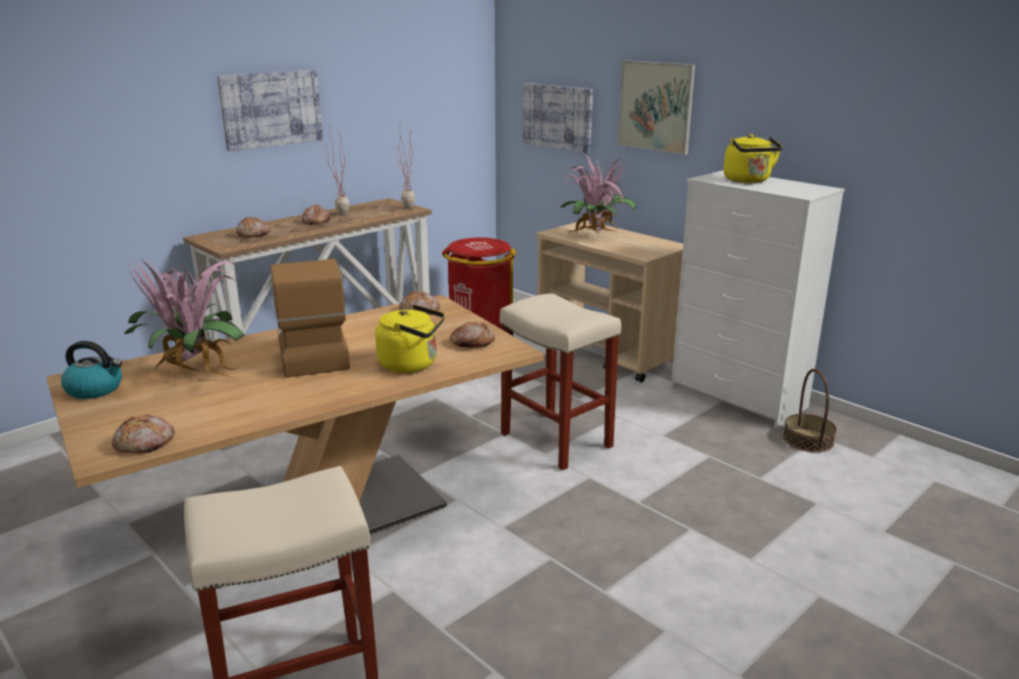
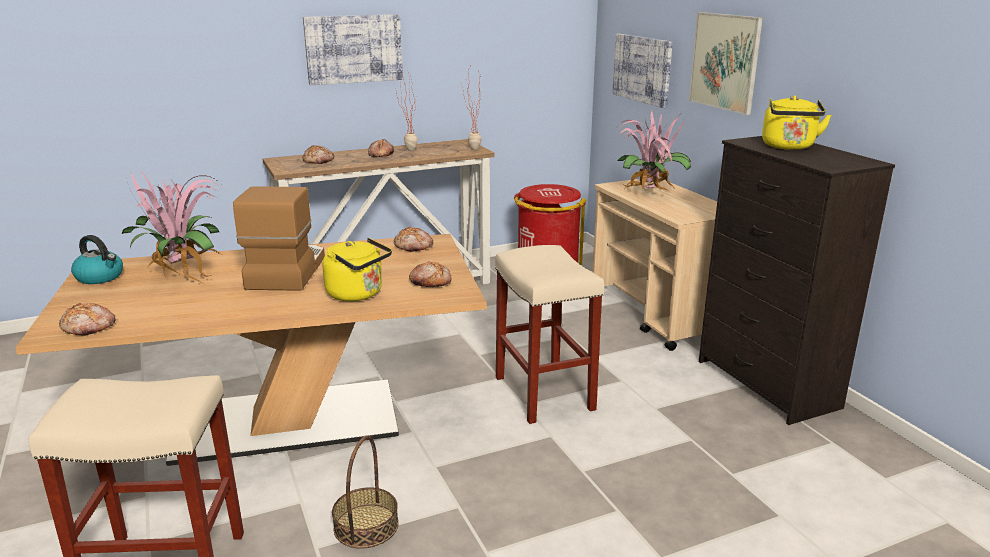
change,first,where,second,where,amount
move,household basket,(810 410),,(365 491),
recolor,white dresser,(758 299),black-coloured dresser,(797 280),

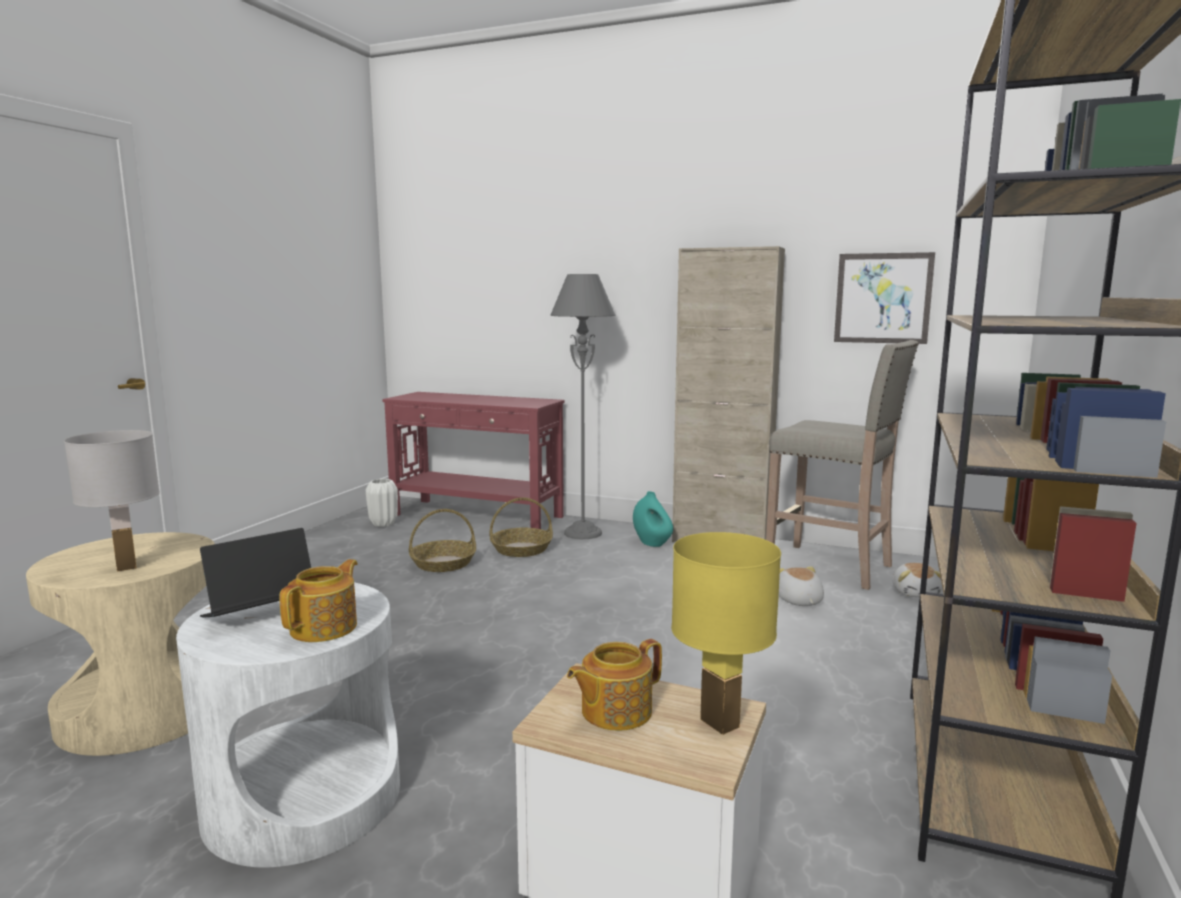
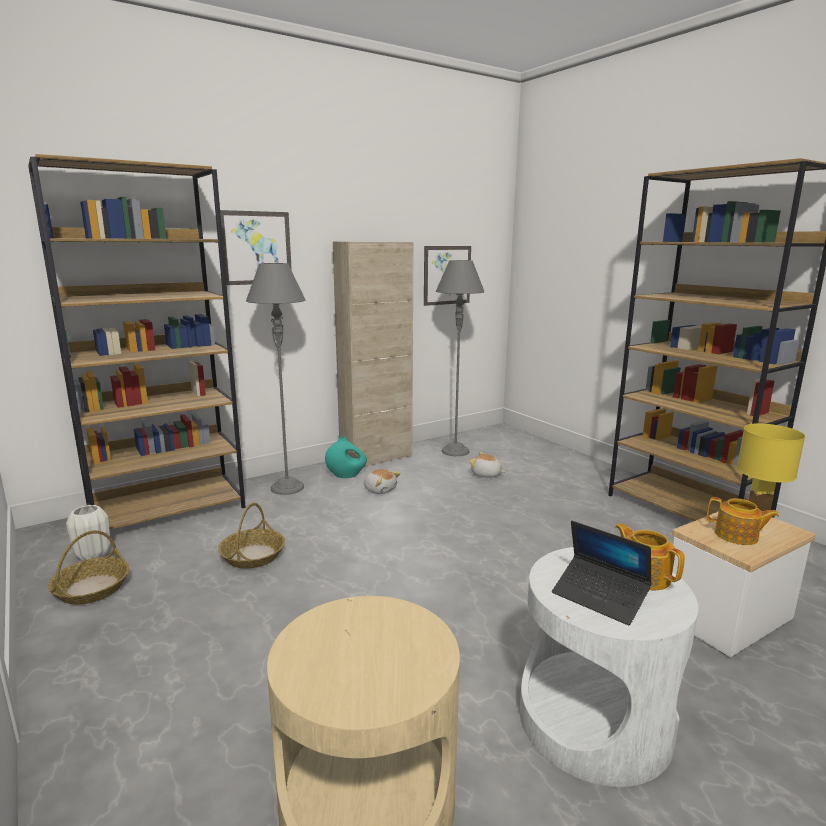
change,first,where,second,where,amount
delete,white lamp for a table,(112 501),,,
insert,,,picture,(256 247),
move,household basket,(521 527),,(88 567),
move,plush toy,(917 580),,(382 481),
replace,red-coloured console table,(473 460),brown-coloured shelving unit,(137 342),
replace,sand-coloured stool,(842 465),greyish standing lamp,(460 358),
rotate,portable computer,(255 572),,(602 573),45 degrees counterclockwise
rotate,tea pot,(614 685),,(743 521),60 degrees counterclockwise

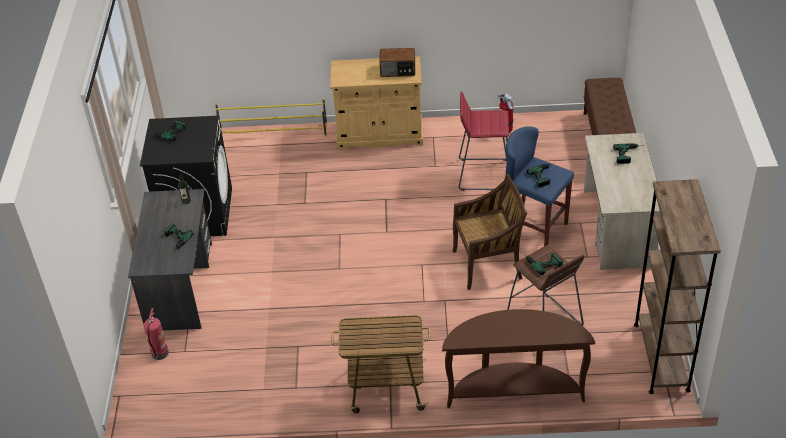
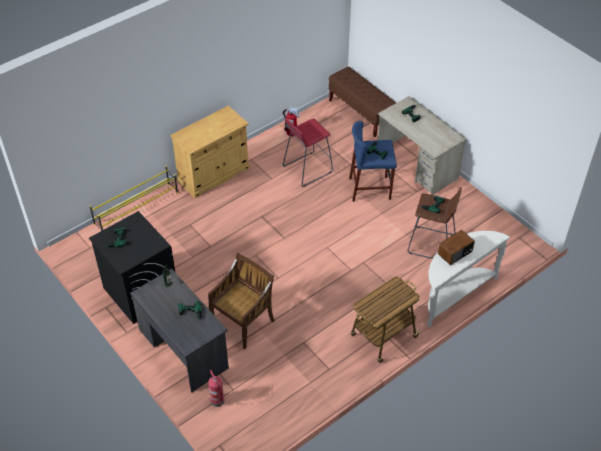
change,first,where,second,where,amount
delete,brown-coloured shelving unit,(677 286),,,
move,radio receiver,(397 62),,(456 247),
move,brown-coloured chair,(490 232),,(241 301),
recolor,brown-coloured console table,(518 358),white console table,(468 279),

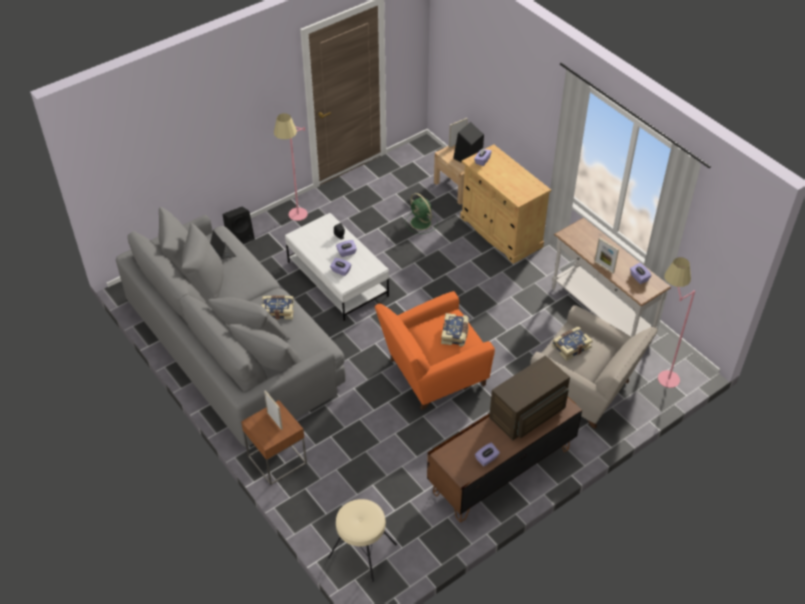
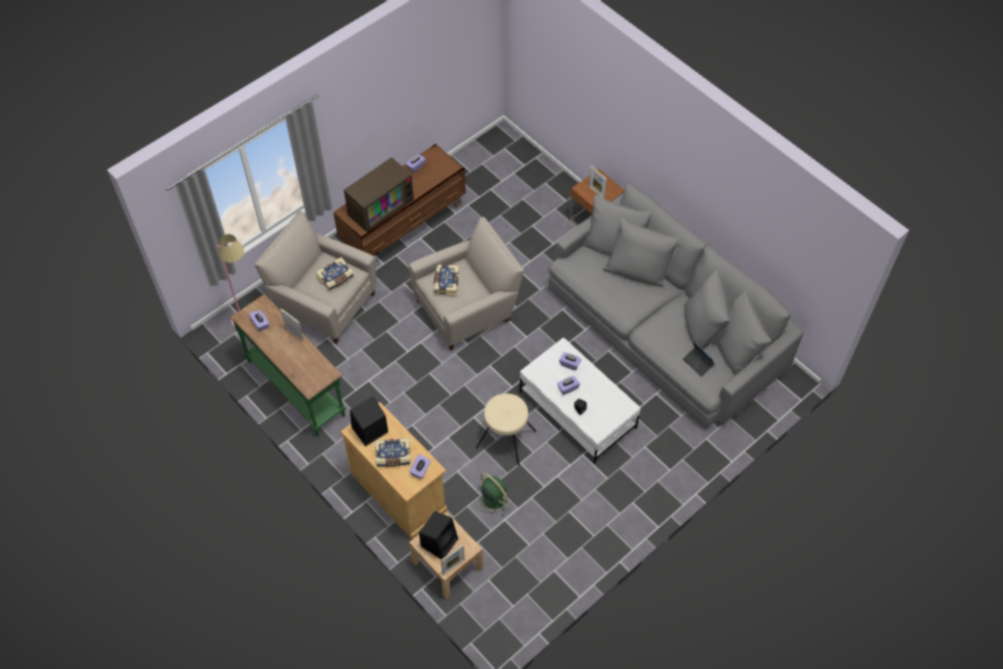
change,first,where,second,where,amount
delete,pink-coloured standing lamp,(291 167),,,
move,black-coloured audio speaker,(239 225),,(369 421),
move,book,(277 307),,(393 452),
move,sand-coloured stool,(362 540),,(506 429),
recolor,orange armchair,(435 350),sand-coloured armchair,(466 284),
recolor,white console table,(611 277),green console table,(288 365),

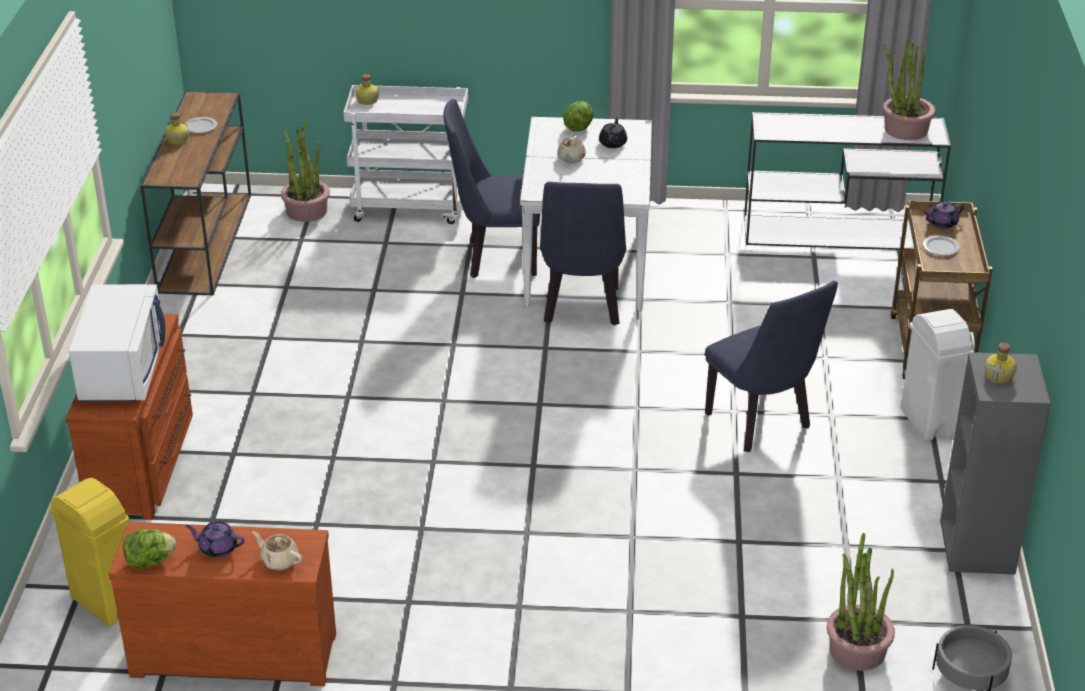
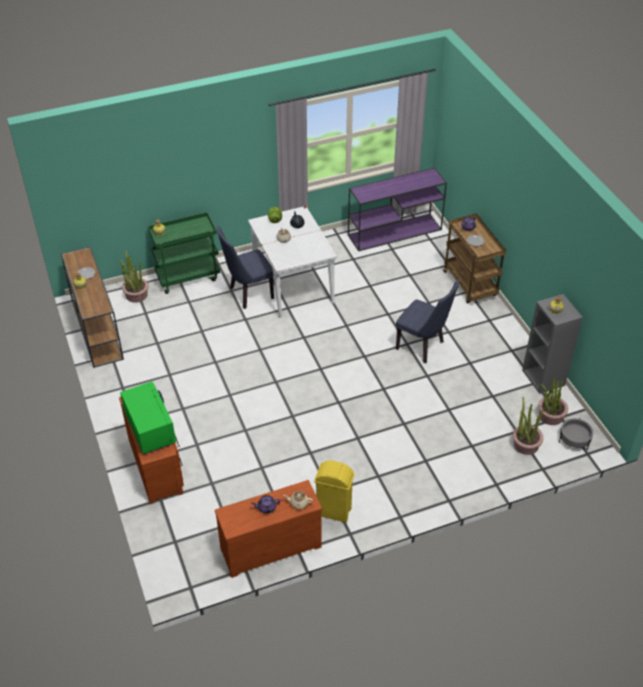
change,first,where,second,where,amount
delete,head of lettuce,(149 549),,,
delete,bluish chair,(583 253),,,
delete,white rubbish bin,(937 375),,,
move,yellow-coloured rubbish bin,(89 552),,(334 491),
move,potted plant,(909 90),,(553 400),
recolor,white microwave oven,(117 343),green microwave oven,(148 417),
recolor,white trolley,(405 154),green trolley,(184 253),
recolor,white console table,(847 181),purple-coloured console table,(397 209),

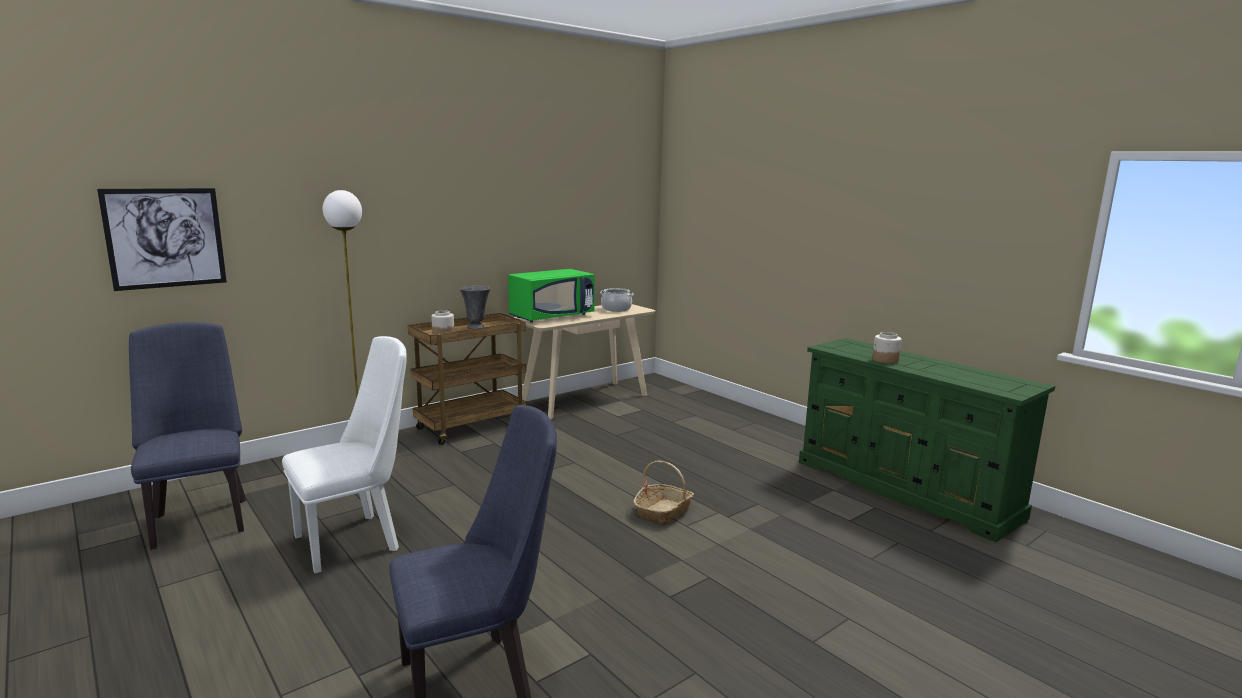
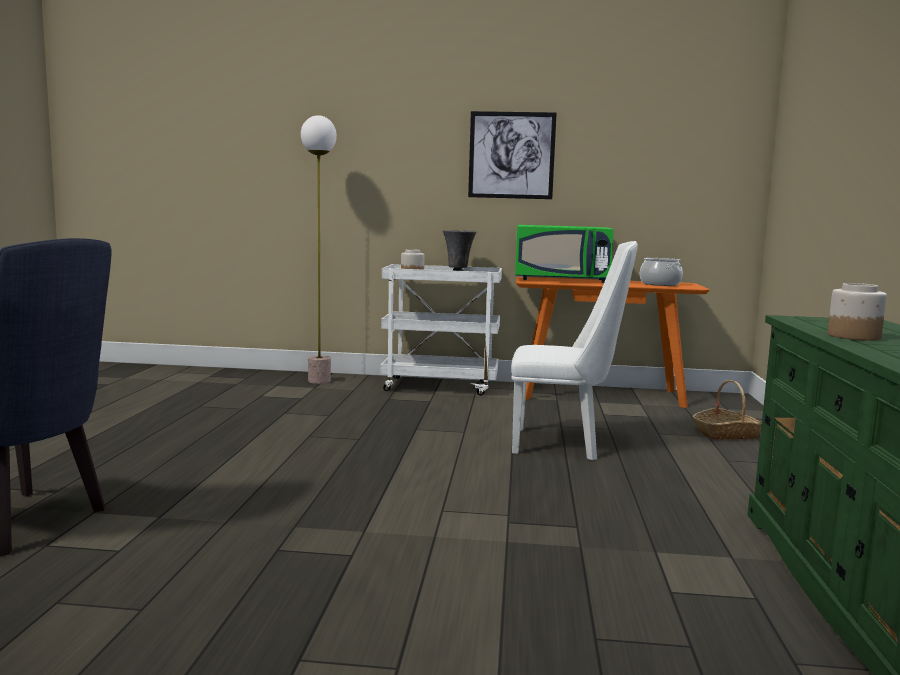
change,first,where,second,where,amount
delete,bluish chair,(187 436),,,
move,picture,(162 239),,(512 155),
move,white chair,(344 454),,(574 350),
move,household basket,(663 492),,(727 410),
recolor,brown-coloured trolley,(467 379),white trolley,(441 330),
recolor,sand-coloured console table,(584 361),orange console table,(613 342),

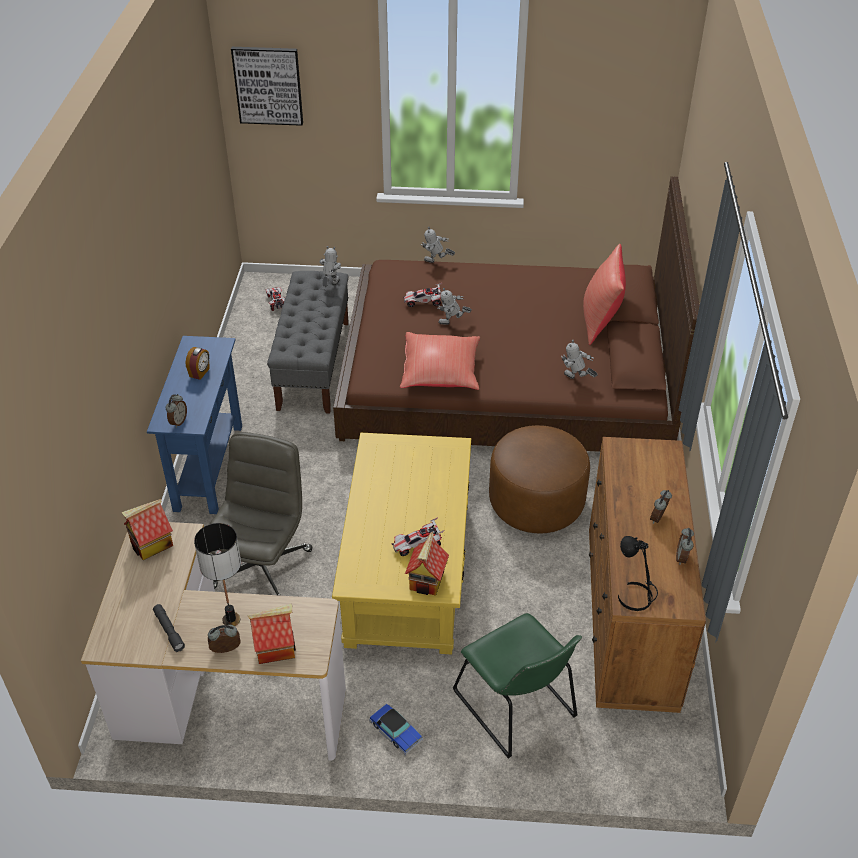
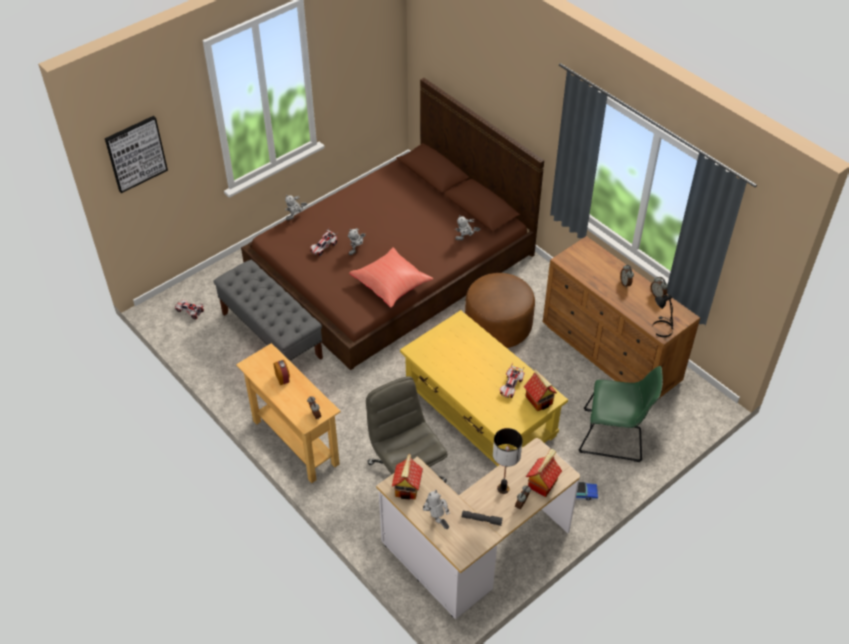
change,first,where,second,where,amount
delete,red-coloured pillow,(604 294),,,
move,model robot,(330 266),,(436 509),
recolor,bluish console table,(194 425),sand-coloured console table,(288 413),

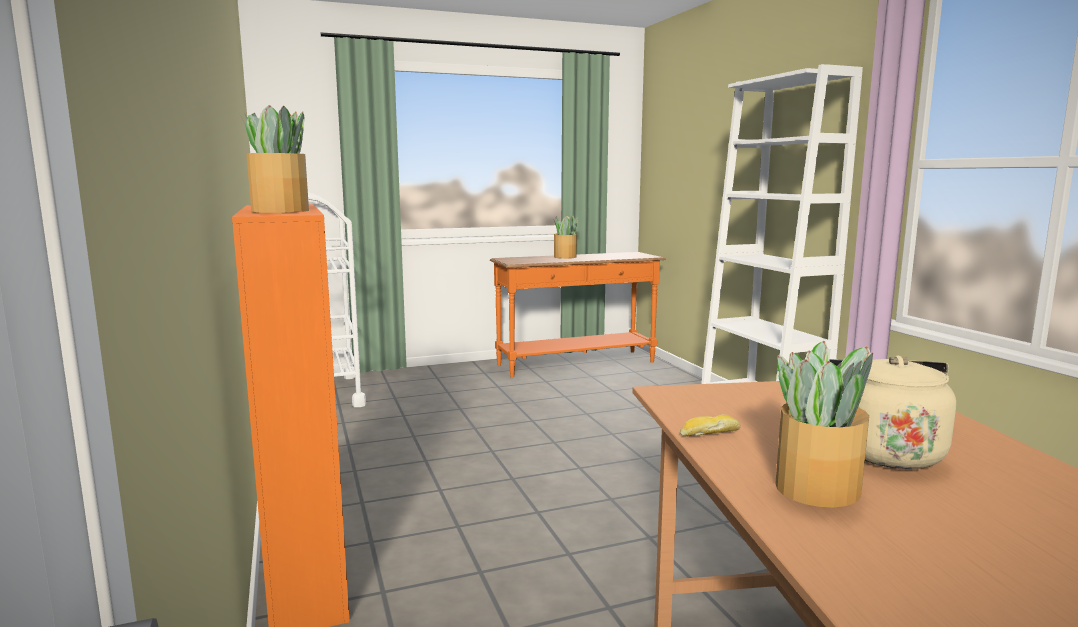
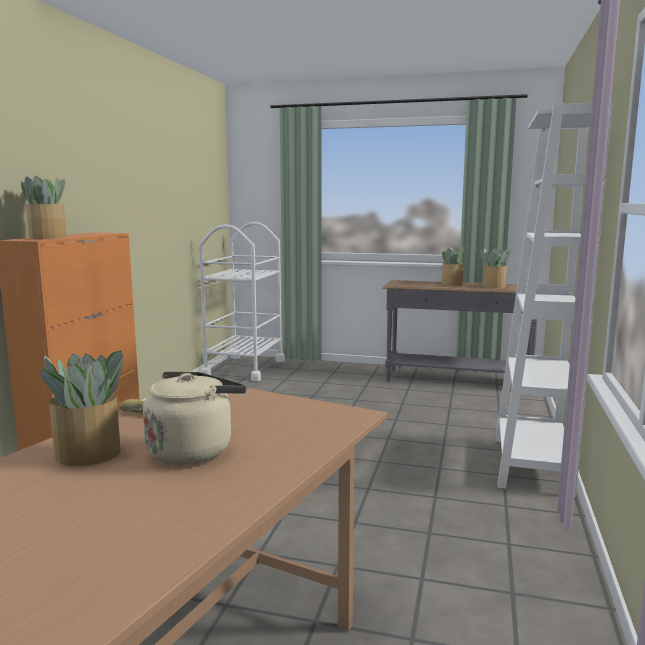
change,first,where,second,where,amount
insert,,,potted plant,(495 268),
recolor,orange console table,(578 315),greyish console table,(460 331),

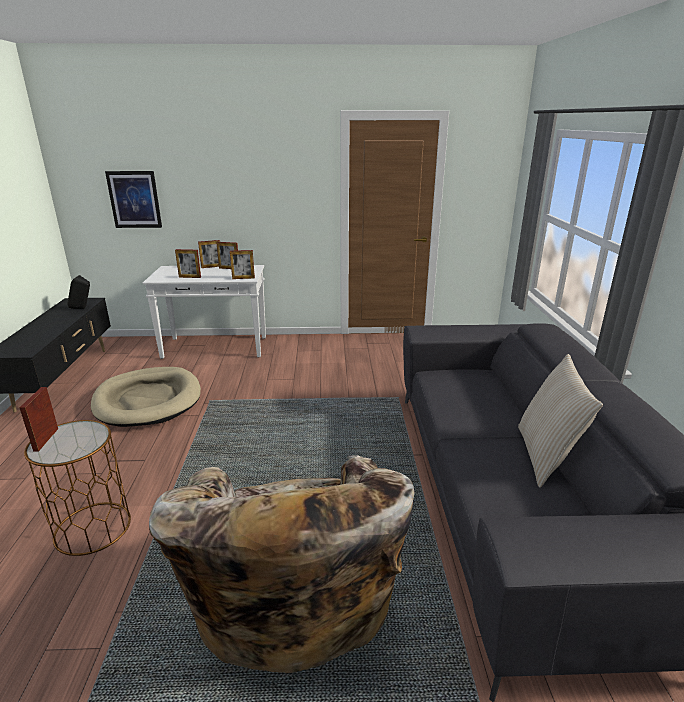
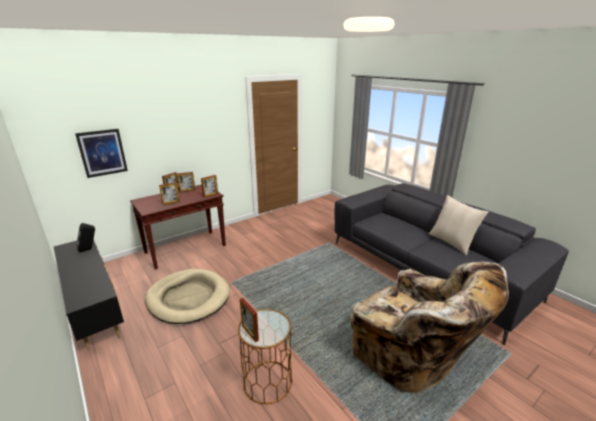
change,first,where,second,where,amount
recolor,white console table,(204 312),brown-coloured console table,(178 226),

